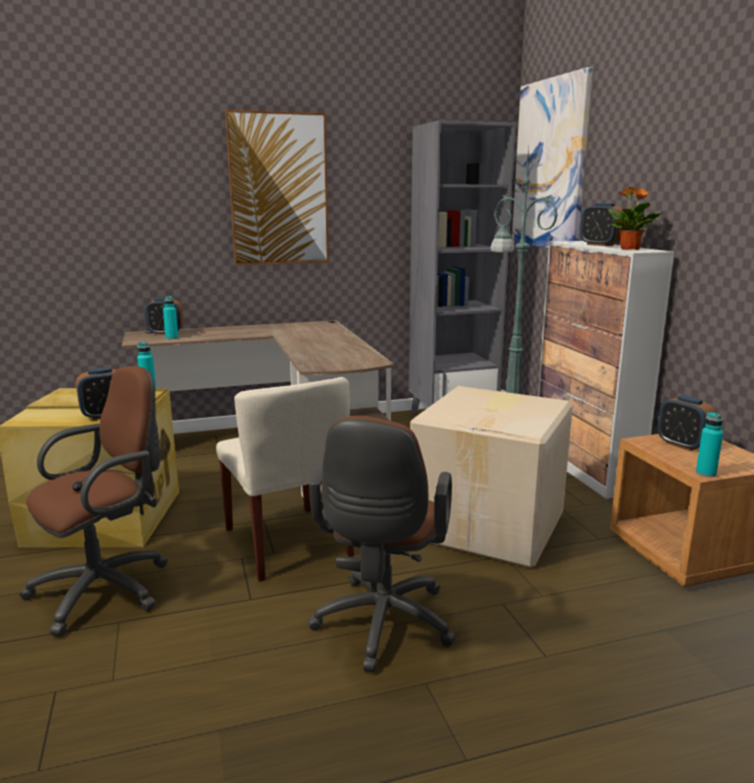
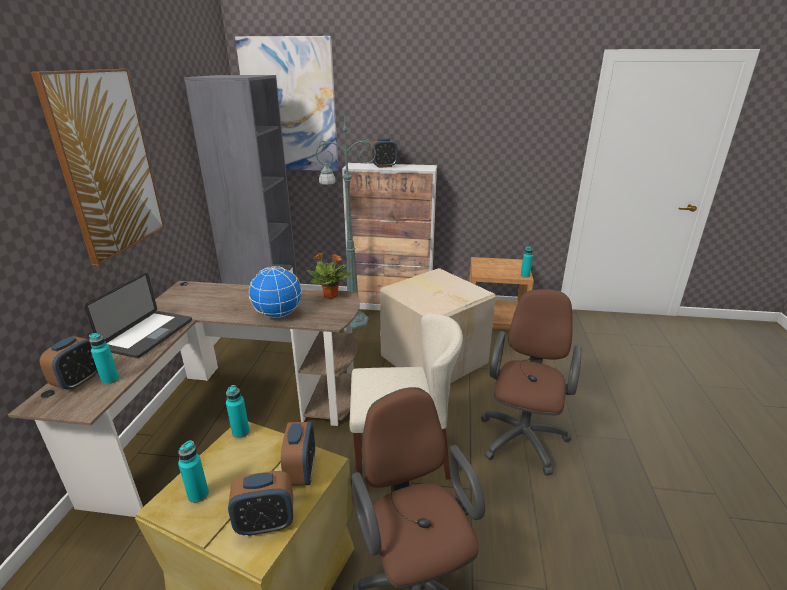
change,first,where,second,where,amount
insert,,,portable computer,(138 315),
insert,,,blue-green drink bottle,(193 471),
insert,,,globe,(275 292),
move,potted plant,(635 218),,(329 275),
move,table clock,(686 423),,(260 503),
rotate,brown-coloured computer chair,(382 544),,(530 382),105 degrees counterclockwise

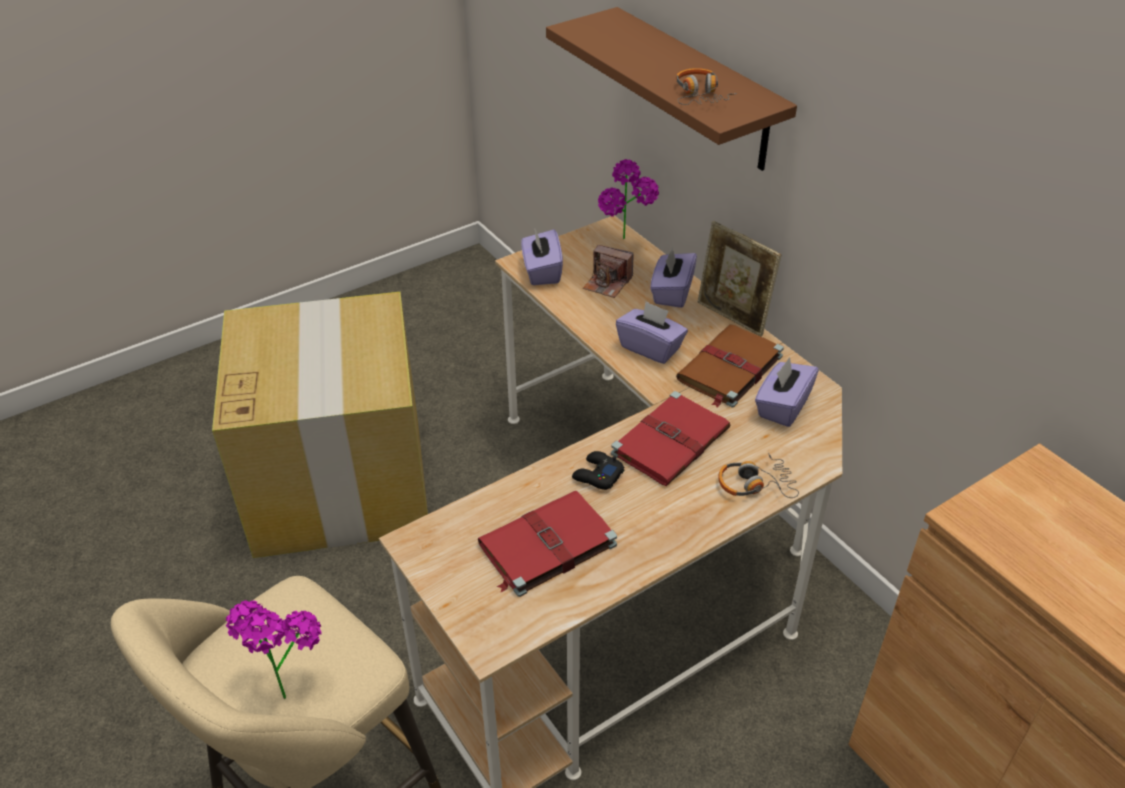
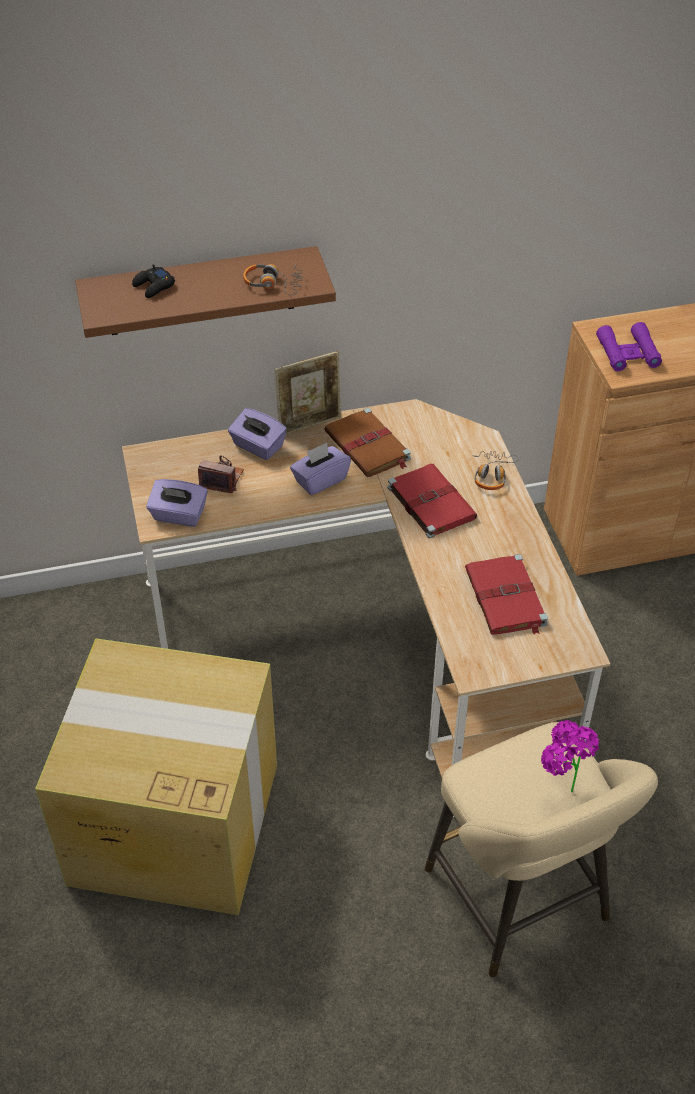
change,first,where,second,where,amount
delete,potted plant,(628 199),,,
delete,purple-coloured box of tissues,(787 392),,,
insert,,,purple-coloured binoculars,(629 346),
move,black-coloured gamepad,(598 470),,(153 281),
rotate,still camera,(608 271),,(221 474),120 degrees counterclockwise

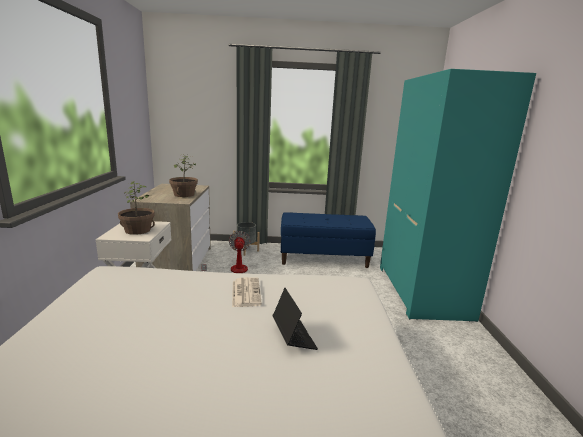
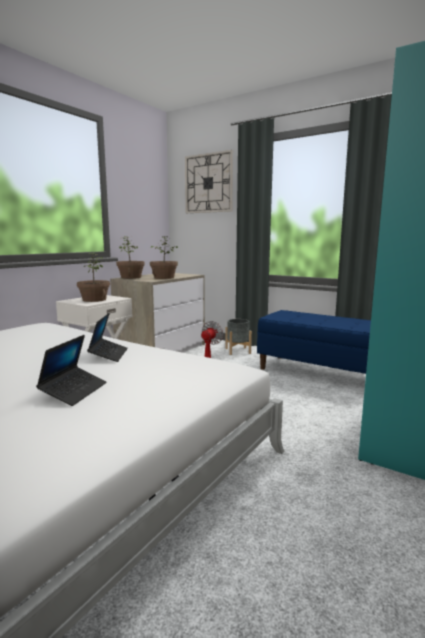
change,first,where,second,where,amount
insert,,,potted plant,(130 257),
insert,,,hanging clock,(209 181),
replace,daily paper,(247 292),portable computer,(107 337),

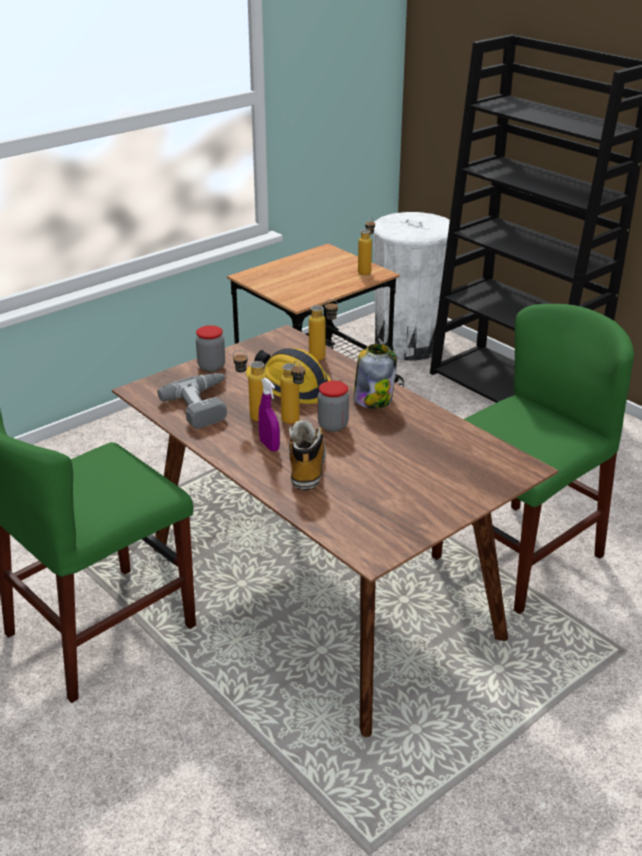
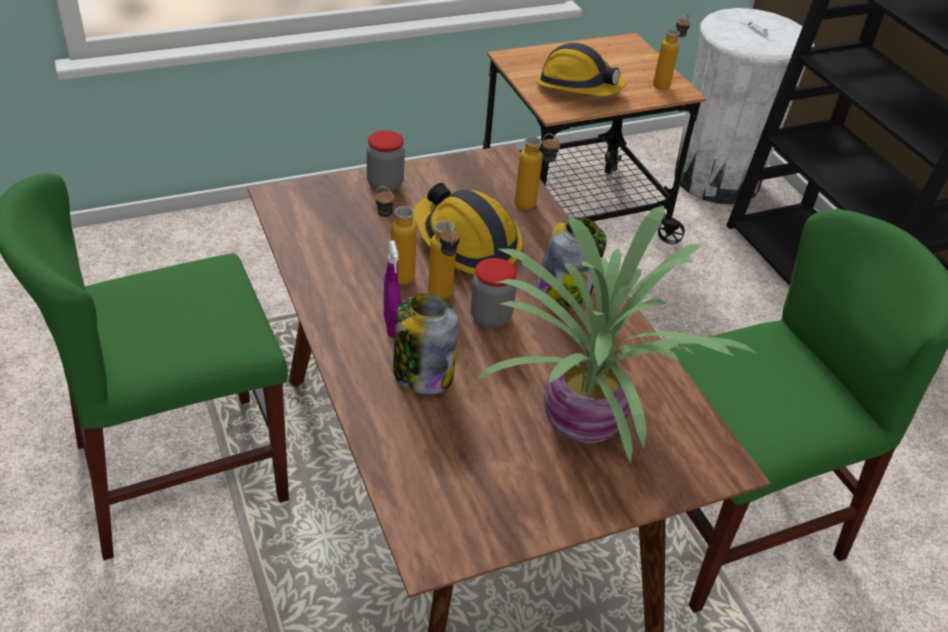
change,first,where,second,where,amount
delete,electric drill,(192 401),,,
insert,,,potted plant,(617 334),
insert,,,work helmet,(581 69),
replace,tall boot,(307 455),preserve jar,(425 344),

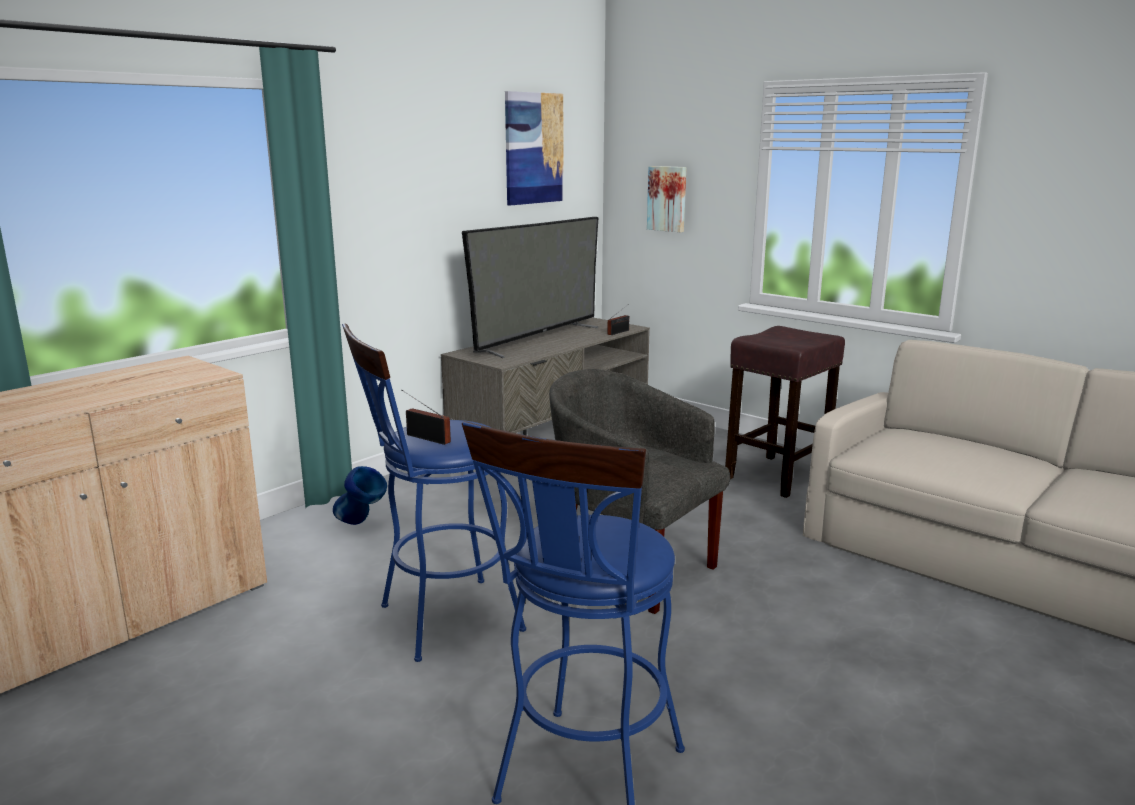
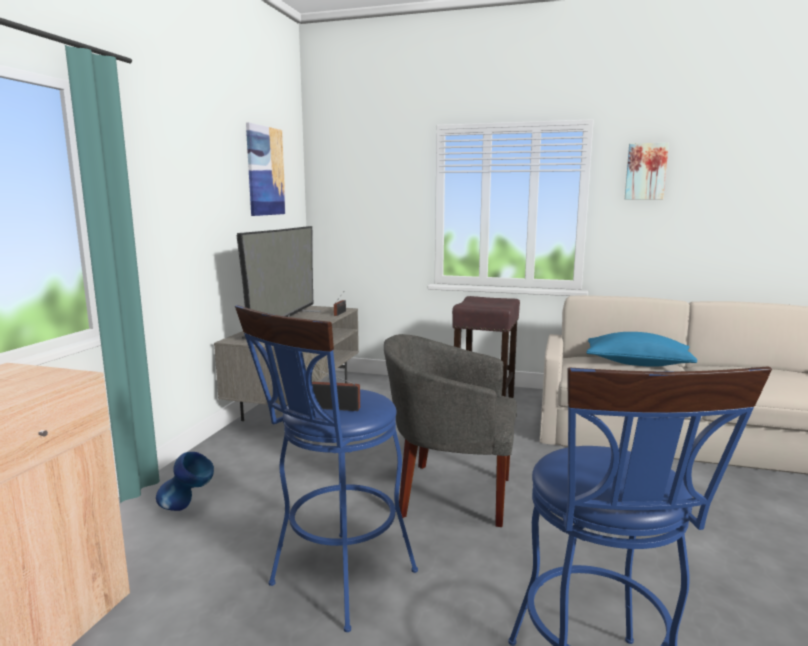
change,first,where,second,where,amount
insert,,,bluish pillow,(641 349),
move,picture,(667 199),,(647 171),

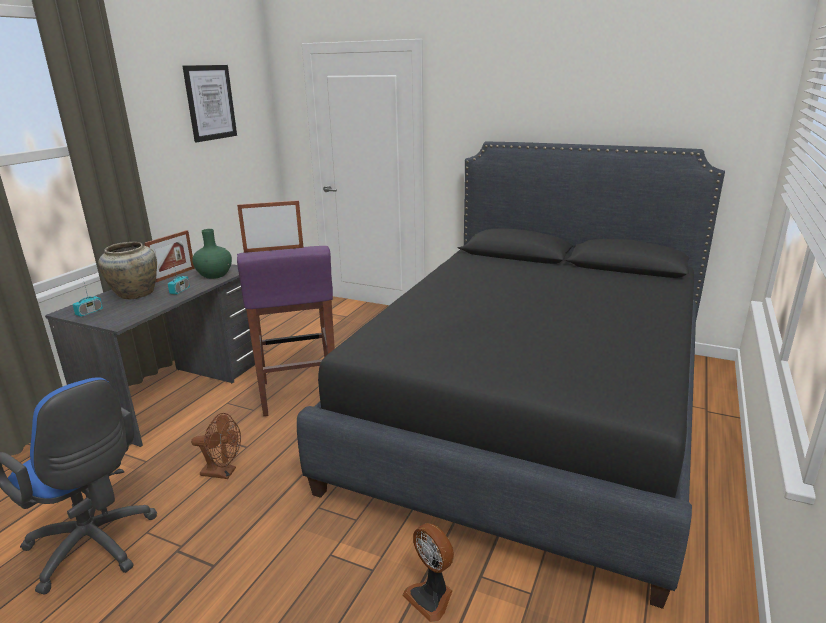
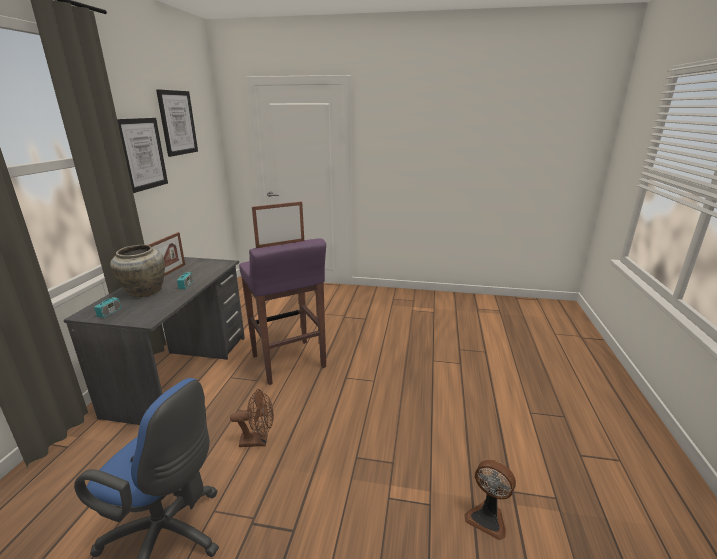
change,first,where,second,where,amount
delete,green flower vase,(212 254),,,
delete,black-coloured bed,(511 375),,,
insert,,,picture,(142 155),

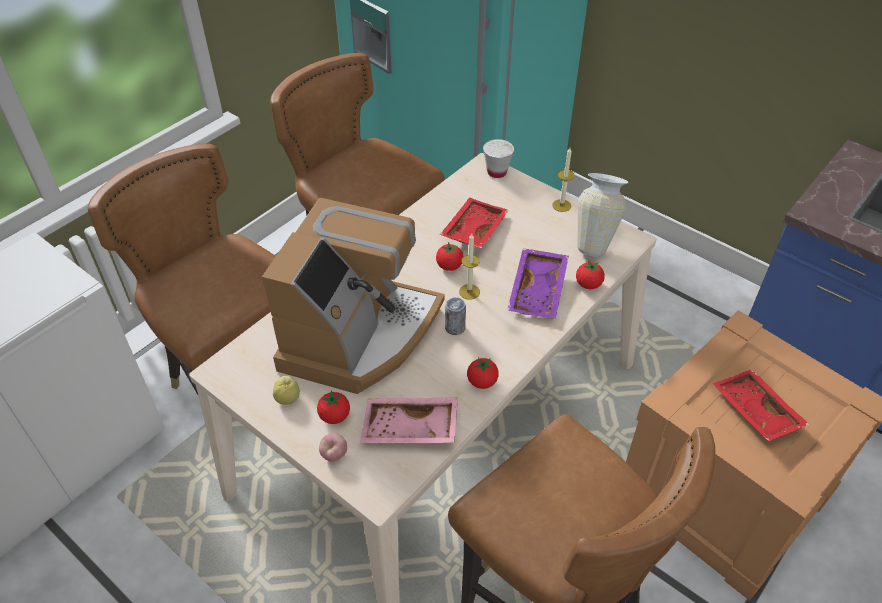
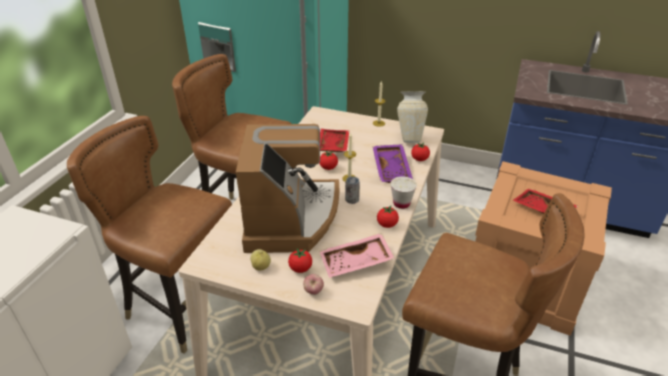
change,first,where,second,where,amount
move,white cup,(498 158),,(403 192),

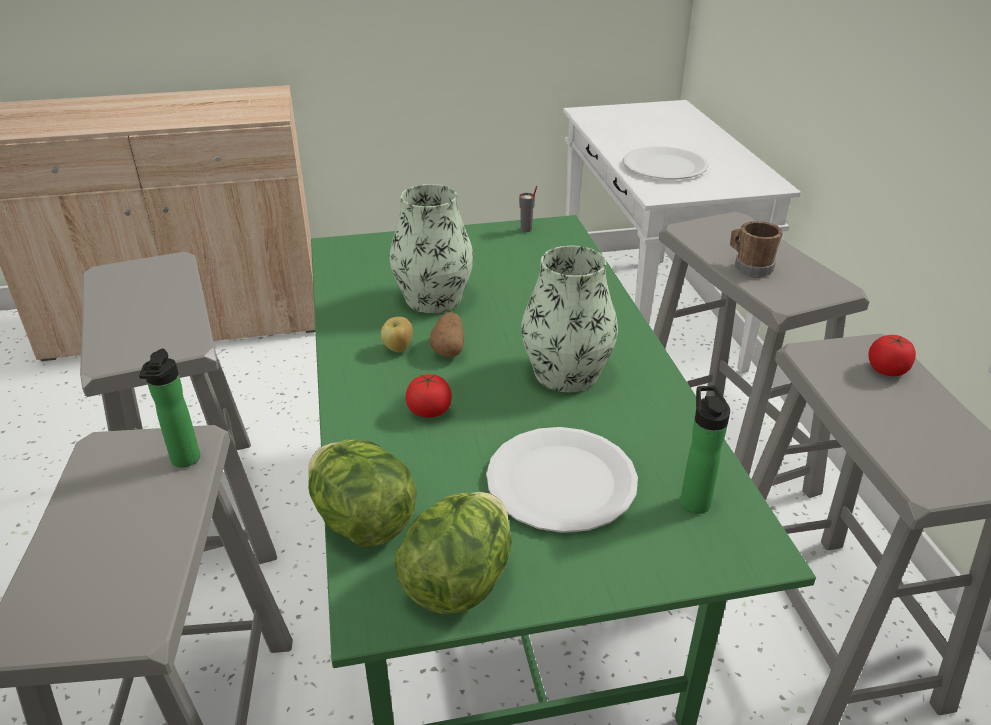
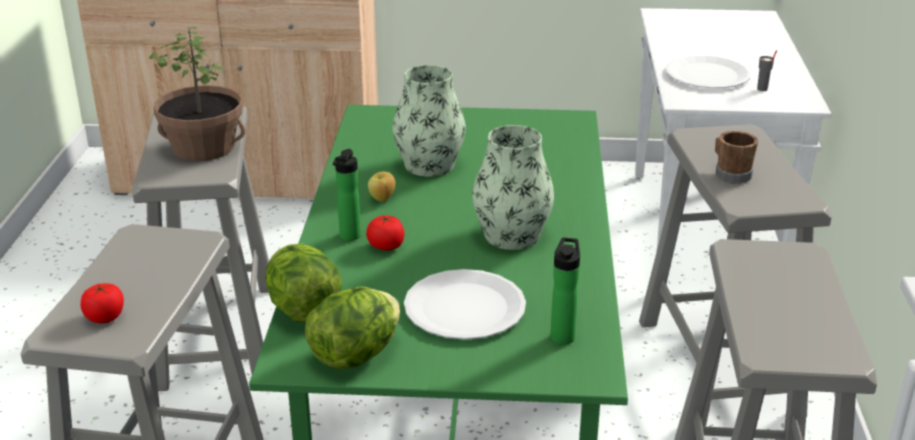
change,first,where,second,where,amount
delete,spud,(447 334),,,
insert,,,potted plant,(196 94),
move,drink bottle,(169 408),,(347 195),
move,greyish cup,(528 209),,(767 70),
move,tomato,(892 355),,(102 303),

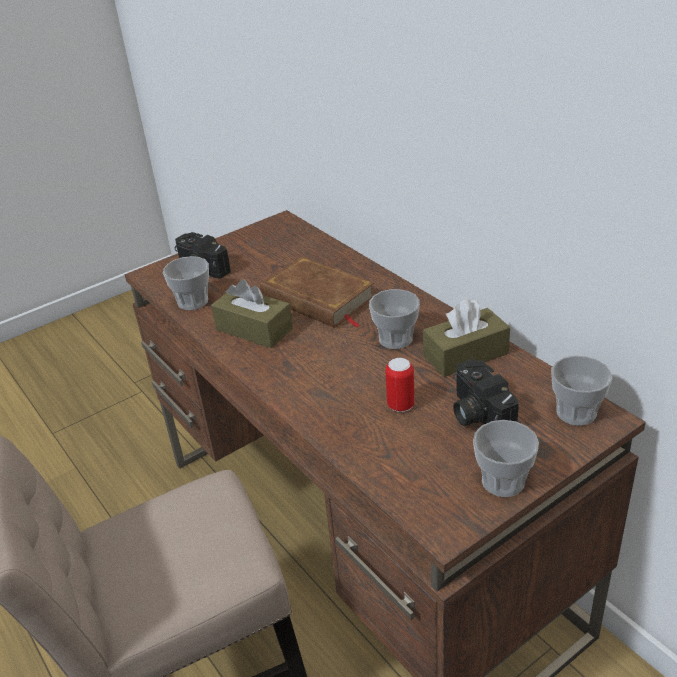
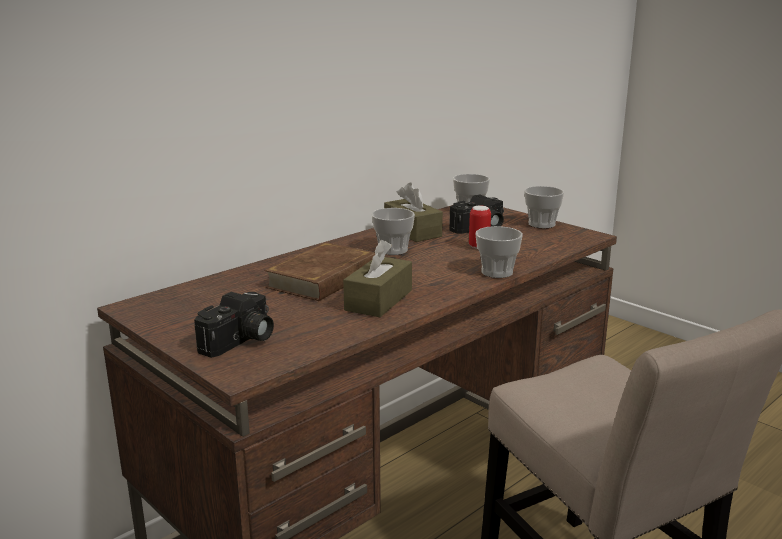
change,first,where,second,where,amount
move,cup,(186 283),,(499 252),

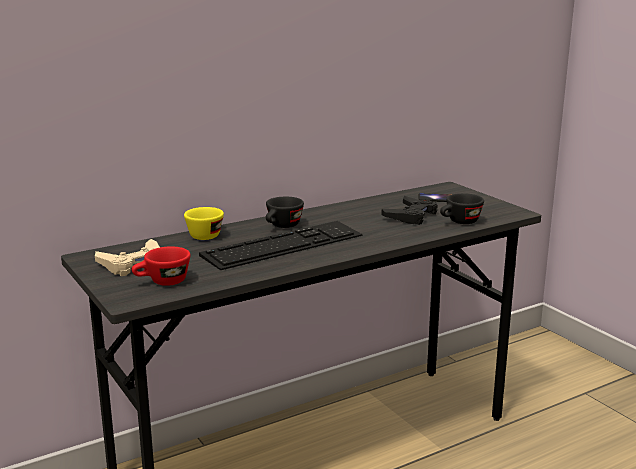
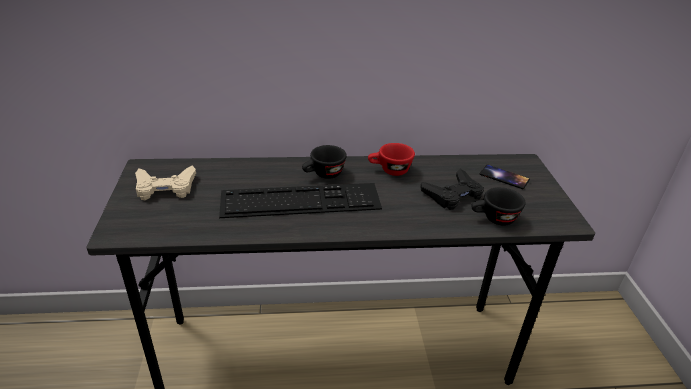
change,first,where,second,where,amount
delete,yellow-coloured cup,(204 223),,,
move,red-coloured cup,(161 266),,(391 159),

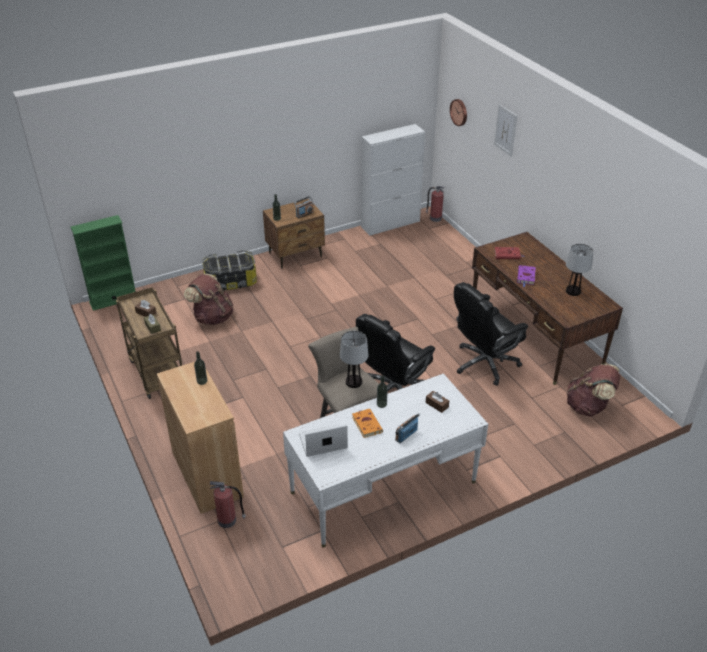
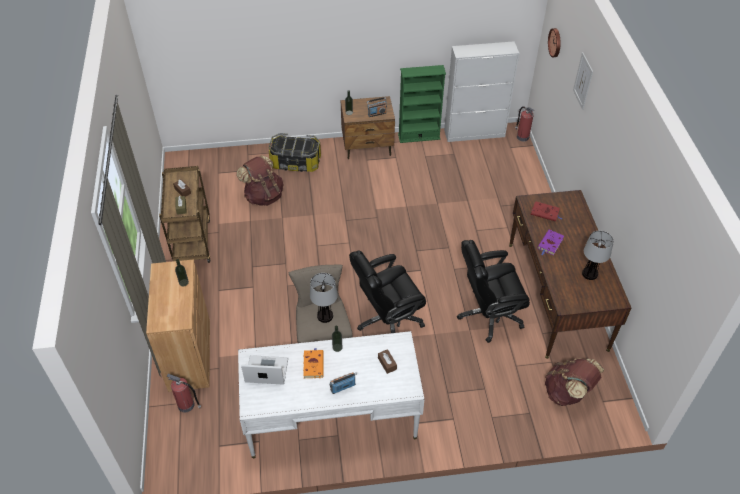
change,first,where,second,where,amount
move,green shelving unit,(103 263),,(422 104),

